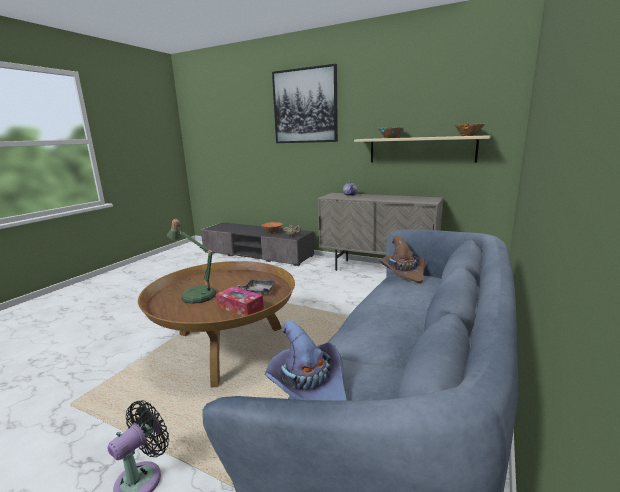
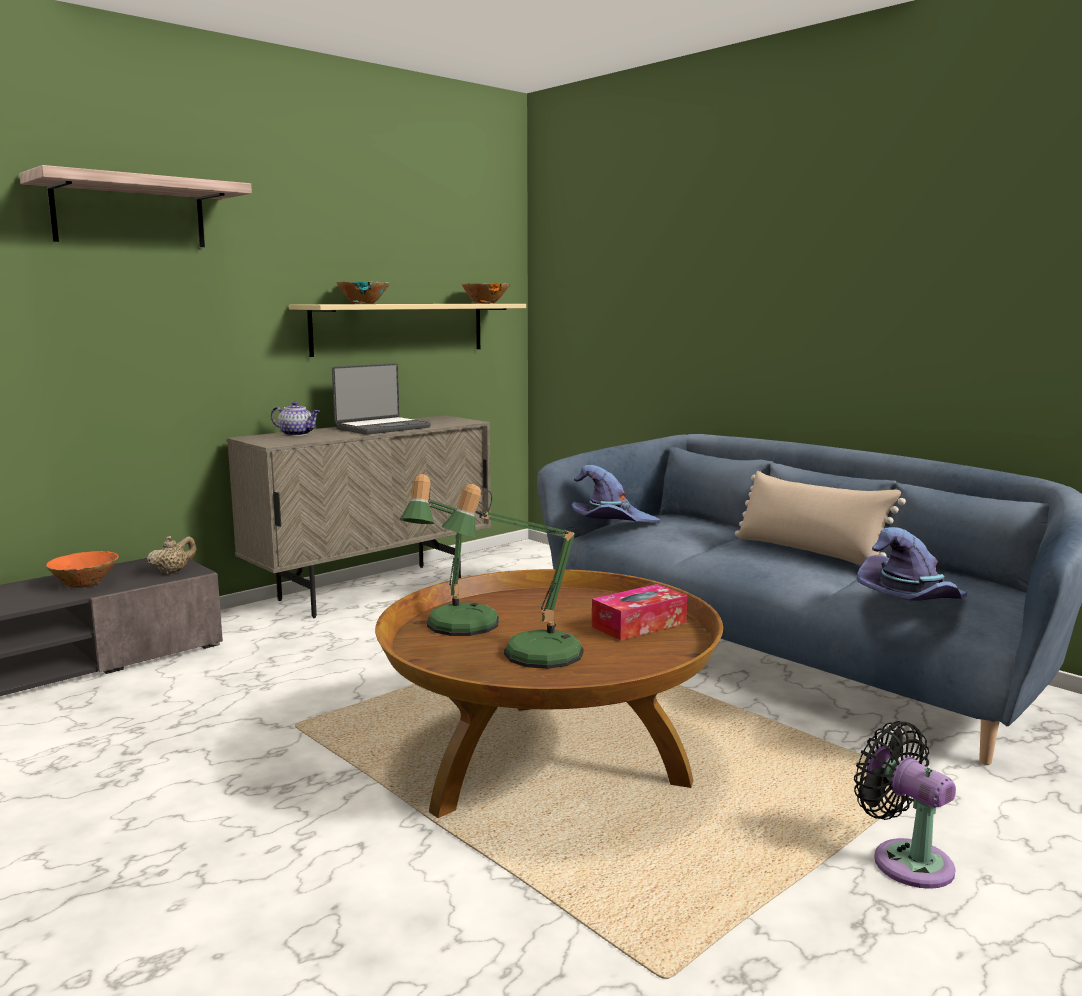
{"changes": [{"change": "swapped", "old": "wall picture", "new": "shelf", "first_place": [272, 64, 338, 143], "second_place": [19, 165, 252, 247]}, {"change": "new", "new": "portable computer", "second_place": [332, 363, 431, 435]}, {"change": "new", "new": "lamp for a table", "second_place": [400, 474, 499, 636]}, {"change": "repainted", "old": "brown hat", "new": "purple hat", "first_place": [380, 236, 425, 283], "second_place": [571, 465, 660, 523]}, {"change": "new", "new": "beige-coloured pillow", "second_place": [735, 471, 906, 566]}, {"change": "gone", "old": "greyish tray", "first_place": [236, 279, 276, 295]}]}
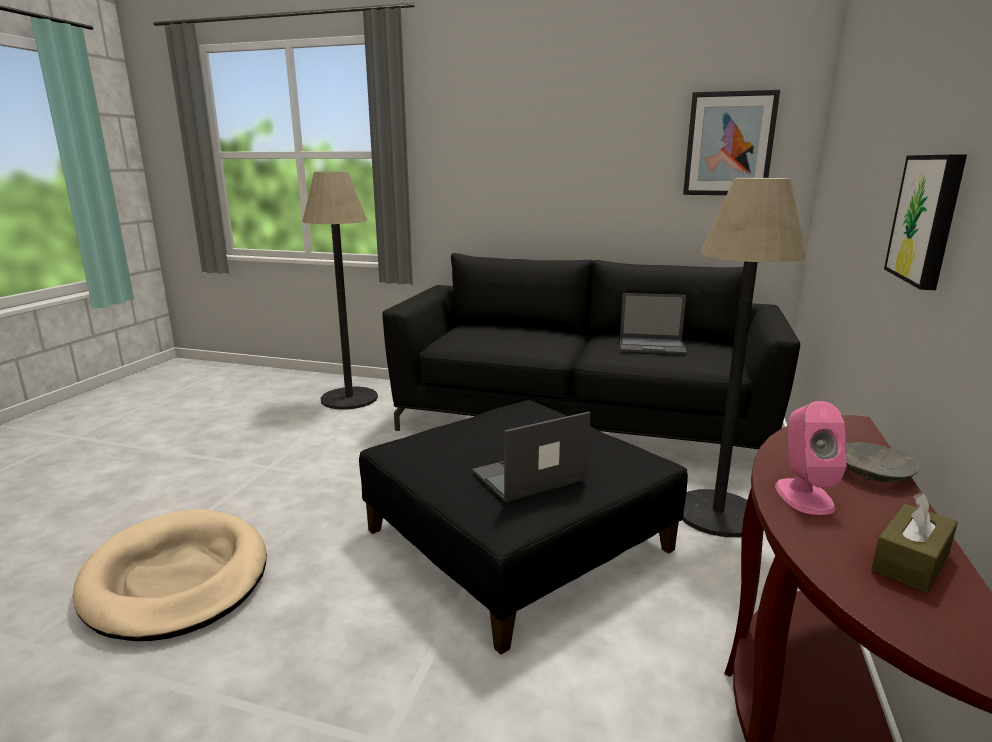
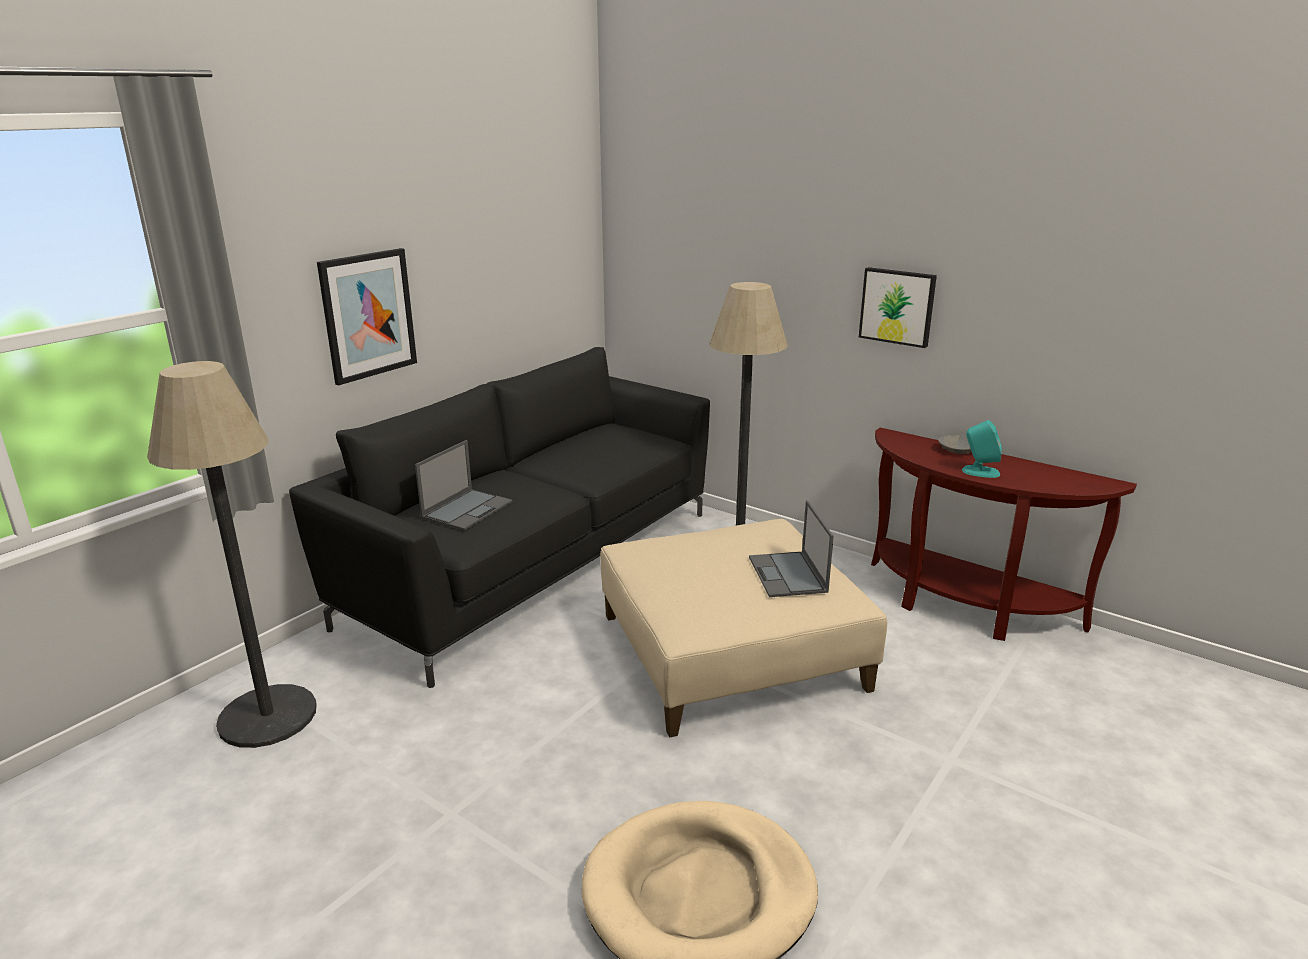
{"changes": [{"change": "shifted", "old": "wall picture", "first_place": [683, 90, 780, 195], "second_place": [317, 248, 417, 385]}, {"change": "shifted", "old": "portable computer", "first_place": [620, 293, 687, 354], "second_place": [415, 440, 513, 531]}, {"change": "repainted", "old": "black-coloured ottoman", "new": "beige-coloured ottoman", "first_place": [359, 400, 688, 655], "second_place": [600, 519, 887, 737]}, {"change": "repainted", "old": "pink-coloured audio speaker", "new": "turquoise-coloured audio speaker", "first_place": [775, 401, 847, 515], "second_place": [962, 420, 1002, 478]}, {"change": "gone", "old": "brown box of tissues", "first_place": [871, 492, 958, 593]}]}
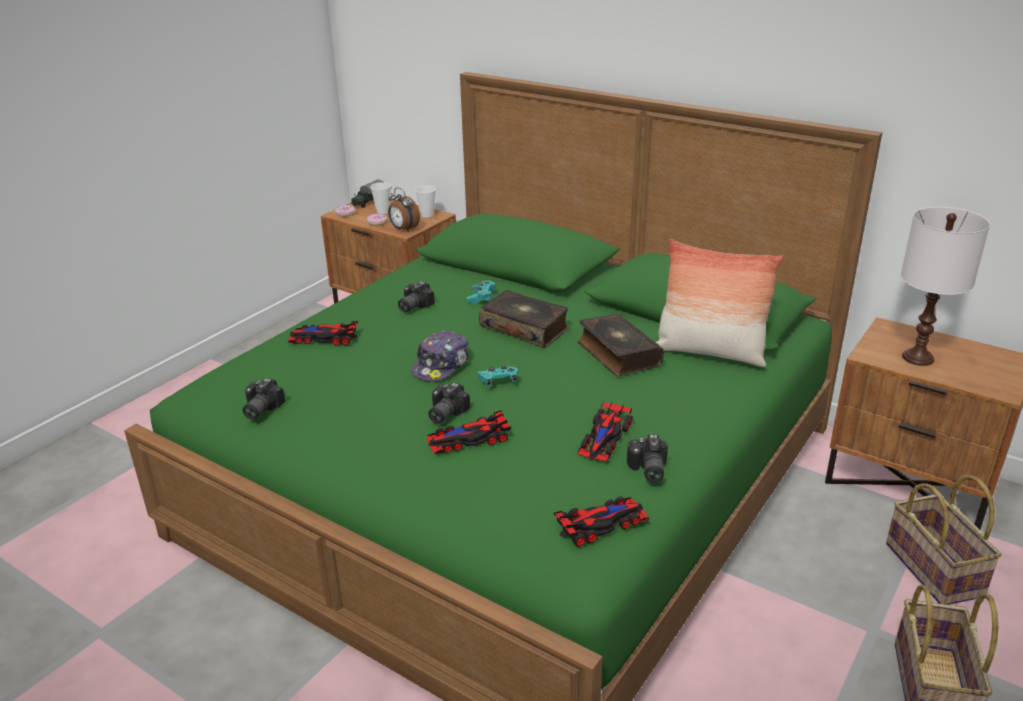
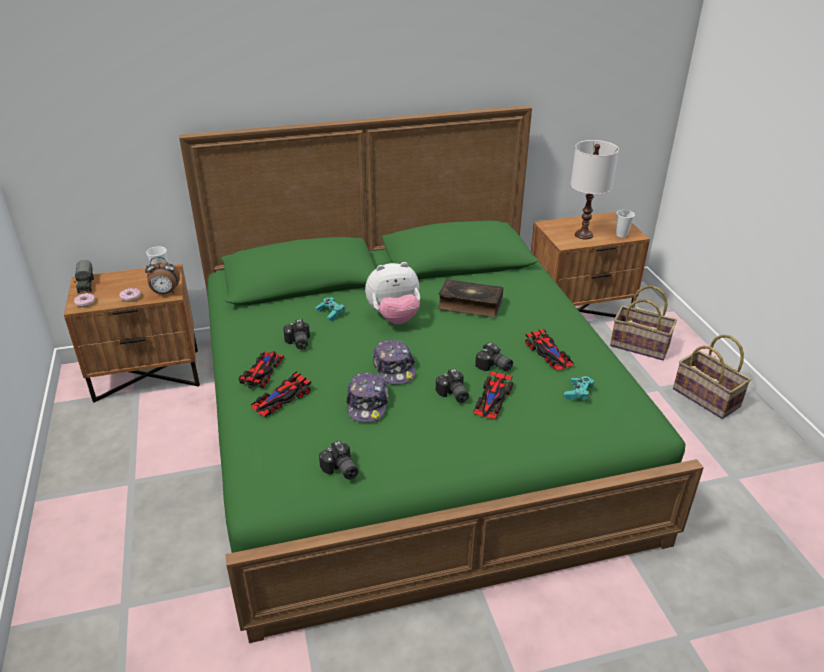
{"changes": [{"change": "shifted", "old": "miniature car", "first_place": [554, 496, 649, 547], "second_place": [239, 351, 284, 388]}, {"change": "new", "new": "peaked cap", "second_place": [346, 373, 389, 423]}, {"change": "swapped", "old": "book", "new": "soft toy", "first_place": [479, 290, 569, 348], "second_place": [365, 262, 420, 324]}, {"change": "shifted", "old": "still camera", "first_place": [627, 434, 668, 483], "second_place": [475, 342, 513, 371]}, {"change": "shifted", "old": "turquoise-coloured joypad", "first_place": [477, 365, 518, 388], "second_place": [564, 376, 595, 401]}, {"change": "shifted", "old": "cup", "first_place": [370, 182, 391, 214], "second_place": [616, 210, 635, 238]}, {"change": "gone", "old": "pillow", "first_place": [656, 239, 784, 367]}]}
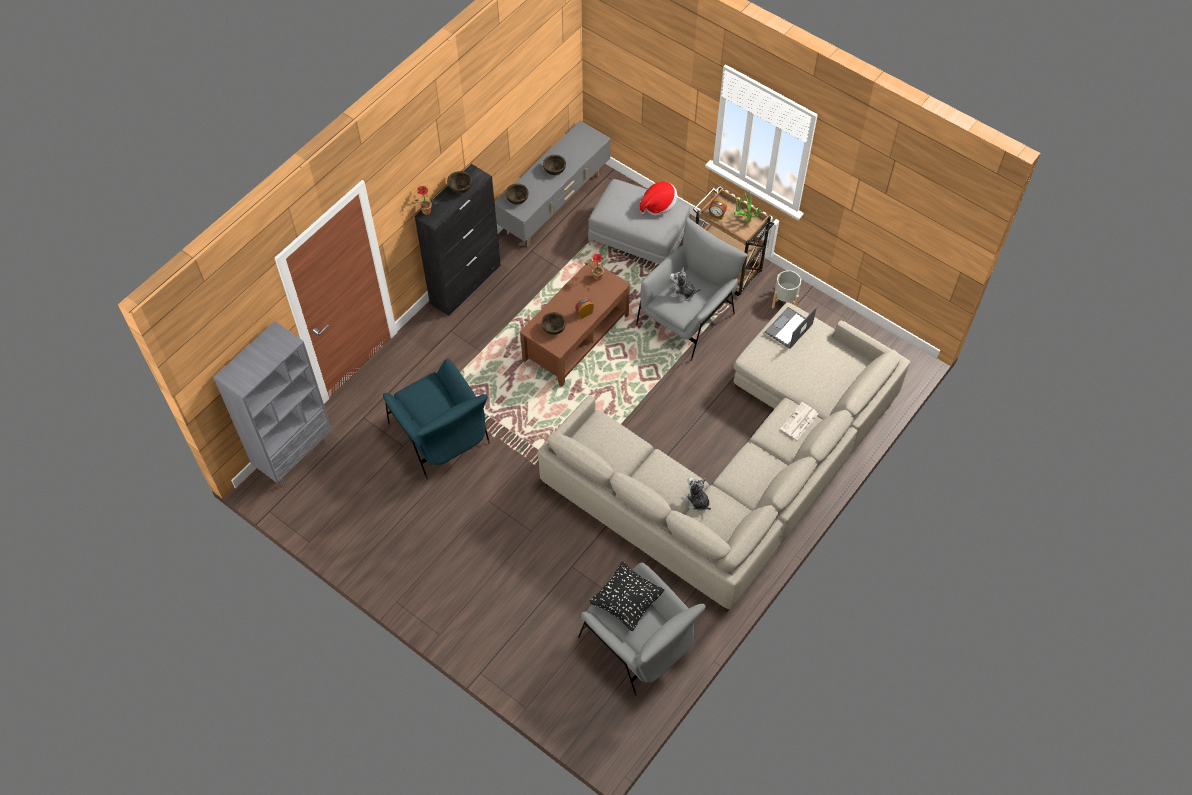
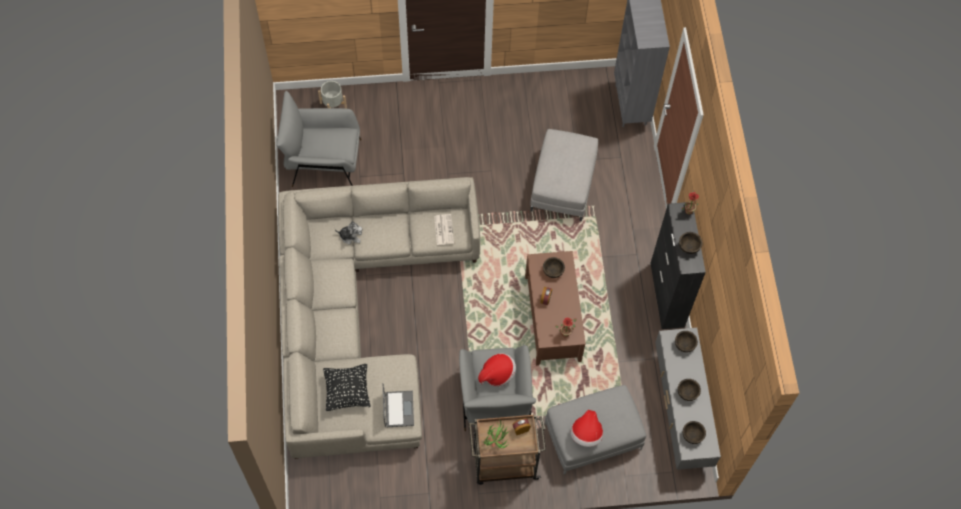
{"changes": [{"change": "shifted", "old": "greyish flower pot", "first_place": [772, 270, 801, 308], "second_place": [318, 81, 347, 109]}, {"change": "shifted", "old": "black-coloured pillow", "first_place": [589, 561, 664, 631], "second_place": [323, 364, 370, 411]}, {"change": "shifted", "old": "newspaper", "first_place": [780, 402, 818, 440], "second_place": [434, 214, 454, 245]}, {"change": "swapped", "old": "soft toy", "new": "hat", "first_place": [670, 267, 701, 301], "second_place": [478, 353, 516, 387]}, {"change": "swapped", "old": "blue-coloured lounge chair", "new": "greyish ottoman", "first_place": [383, 359, 490, 479], "second_place": [530, 129, 598, 221]}, {"change": "new", "new": "brown deep dish", "second_place": [683, 421, 706, 444]}]}
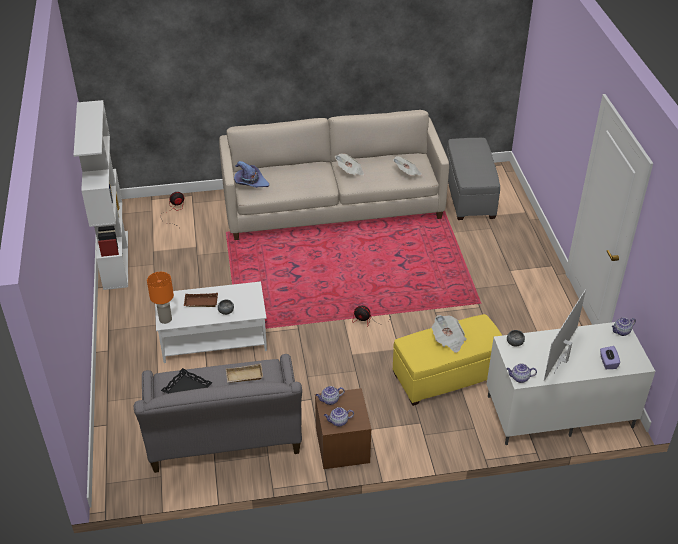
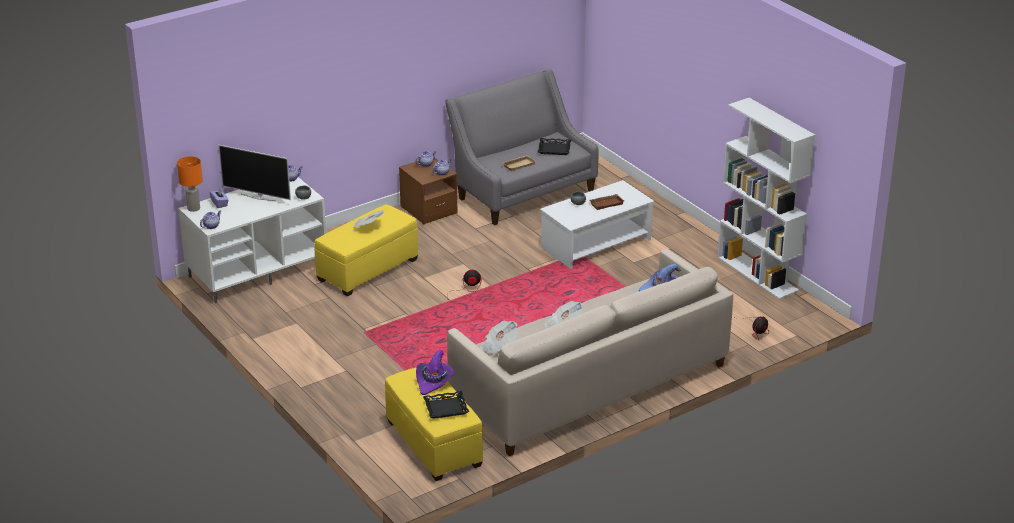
{"changes": [{"change": "shifted", "old": "orange lamp for a table", "first_place": [147, 272, 174, 324], "second_place": [177, 156, 203, 212]}, {"change": "rotated", "old": "TV set", "first_place": [544, 289, 586, 381], "second_place": [219, 145, 291, 201], "degrees": 105}, {"change": "repainted", "old": "greyish ottoman", "new": "yellowish ottoman", "first_place": [447, 138, 500, 220], "second_place": [385, 367, 483, 481]}, {"change": "new", "new": "purple hat", "second_place": [416, 349, 455, 395]}, {"change": "new", "new": "black-coloured tray", "second_place": [423, 391, 469, 419]}]}
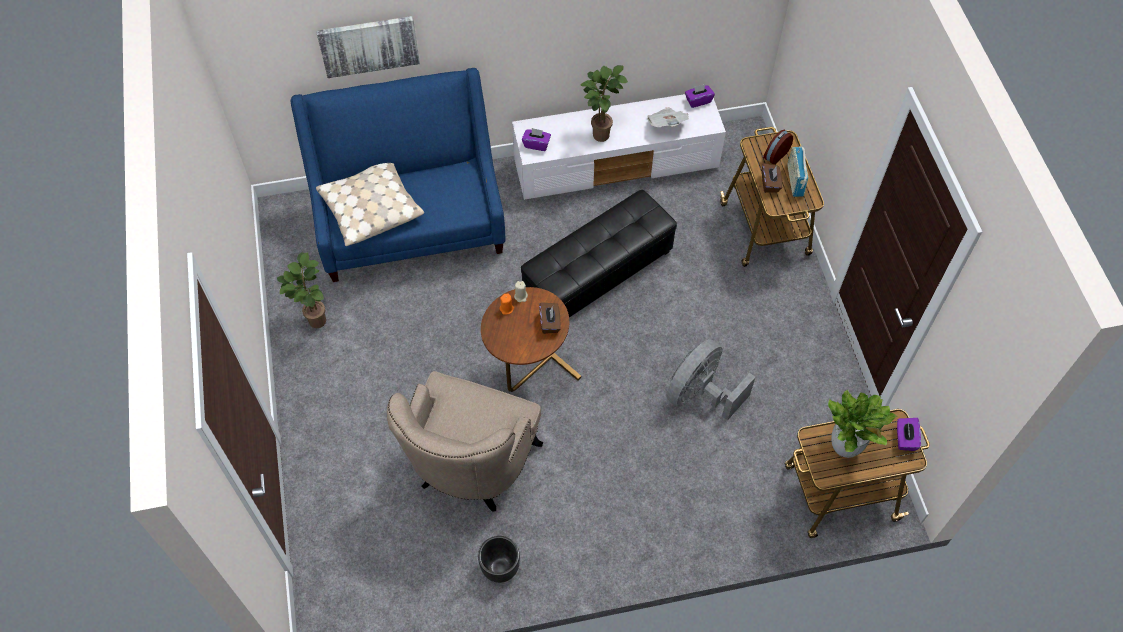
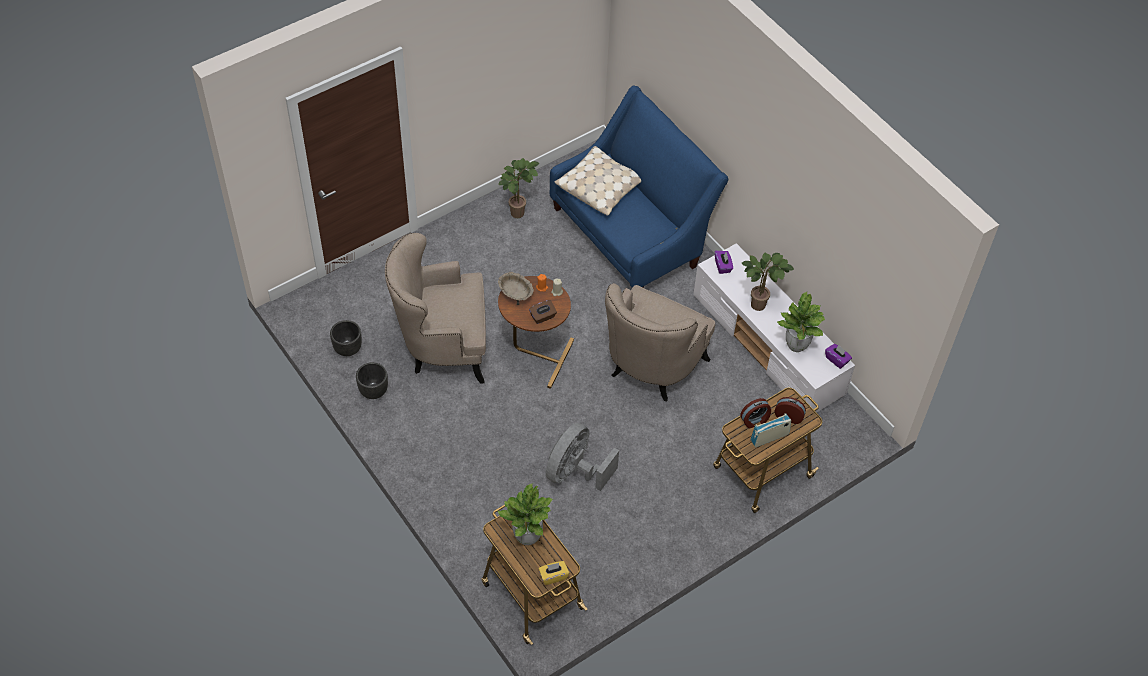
{"changes": [{"change": "new", "new": "black-coloured flower pot", "second_place": [330, 320, 362, 356]}, {"change": "new", "new": "beige-coloured deep dish", "second_place": [498, 272, 534, 305]}, {"change": "repainted", "old": "purple box of tissues", "new": "yellowish box of tissues", "first_place": [897, 418, 921, 451], "second_place": [539, 561, 569, 585]}, {"change": "rotated", "old": "greyish electric fan", "first_place": [666, 339, 755, 420], "second_place": [546, 423, 619, 491], "degrees": -75}, {"change": "swapped", "old": "black-coloured ottoman", "new": "beige-coloured lounge chair", "first_place": [521, 190, 677, 317], "second_place": [605, 283, 715, 401]}, {"change": "swapped", "old": "brown box of tissues", "new": "table clock", "first_place": [762, 164, 782, 193], "second_place": [740, 398, 771, 428]}, {"change": "swapped", "old": "newspaper", "new": "plant in a pot", "first_place": [647, 107, 689, 127], "second_place": [777, 291, 825, 352]}, {"change": "gone", "old": "wall picture", "first_place": [316, 16, 420, 78]}]}
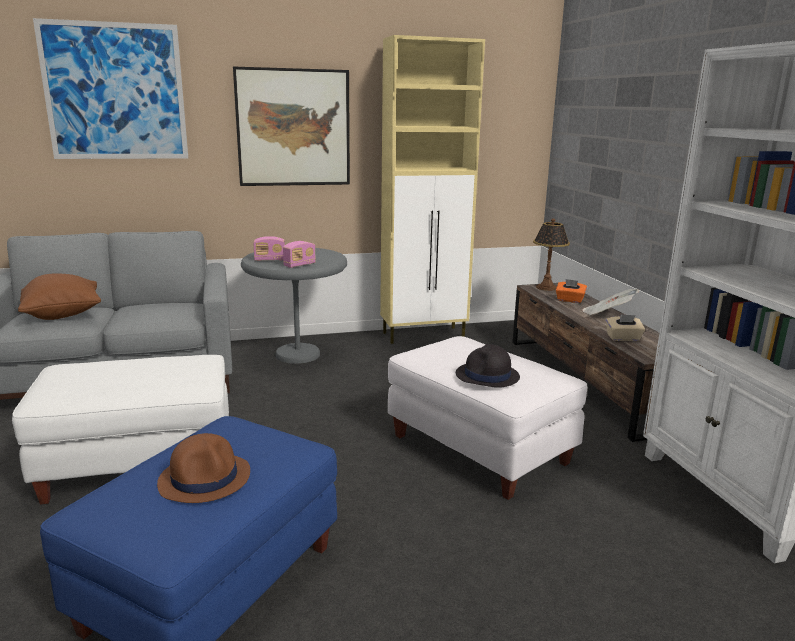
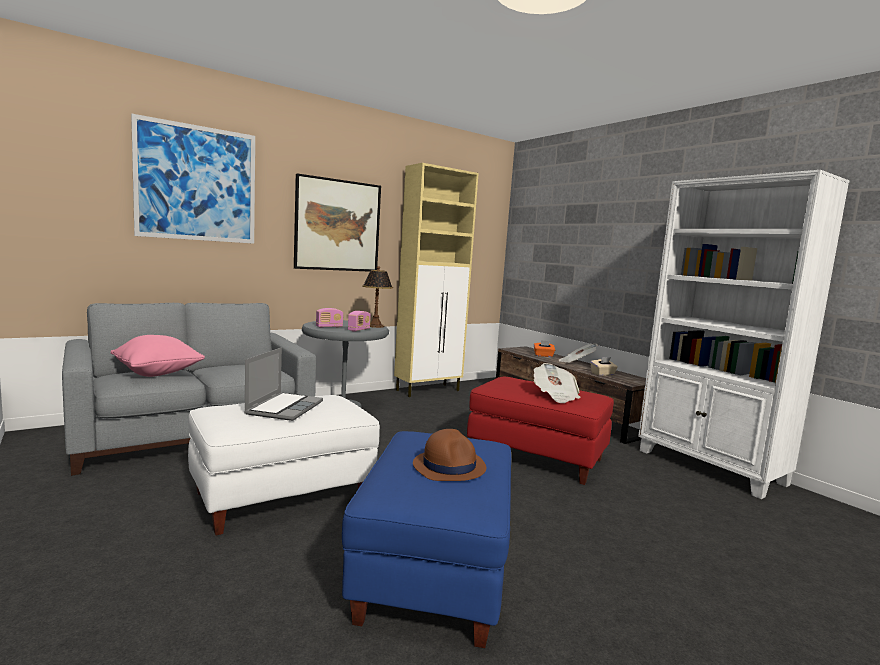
{"changes": [{"change": "repainted", "old": "brown pillow", "new": "pink-coloured pillow", "first_place": [18, 274, 101, 320], "second_place": [110, 335, 205, 377]}, {"change": "new", "new": "portable computer", "second_place": [244, 348, 323, 421]}, {"change": "shifted", "old": "lamp for a table", "first_place": [533, 218, 570, 291], "second_place": [362, 266, 393, 328]}, {"change": "repainted", "old": "white-coloured ottoman", "new": "reddish ottoman", "first_place": [388, 336, 587, 500], "second_place": [467, 377, 614, 485]}, {"change": "swapped", "old": "black-coloured hat", "new": "newspaper", "first_place": [456, 344, 520, 388], "second_place": [534, 363, 580, 403]}]}
